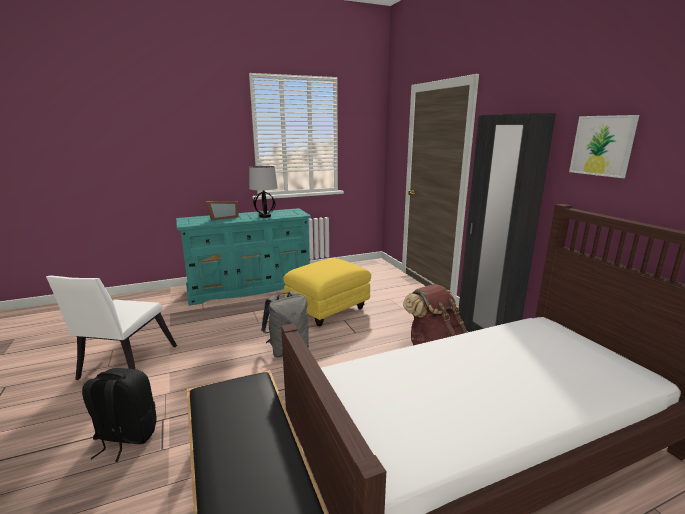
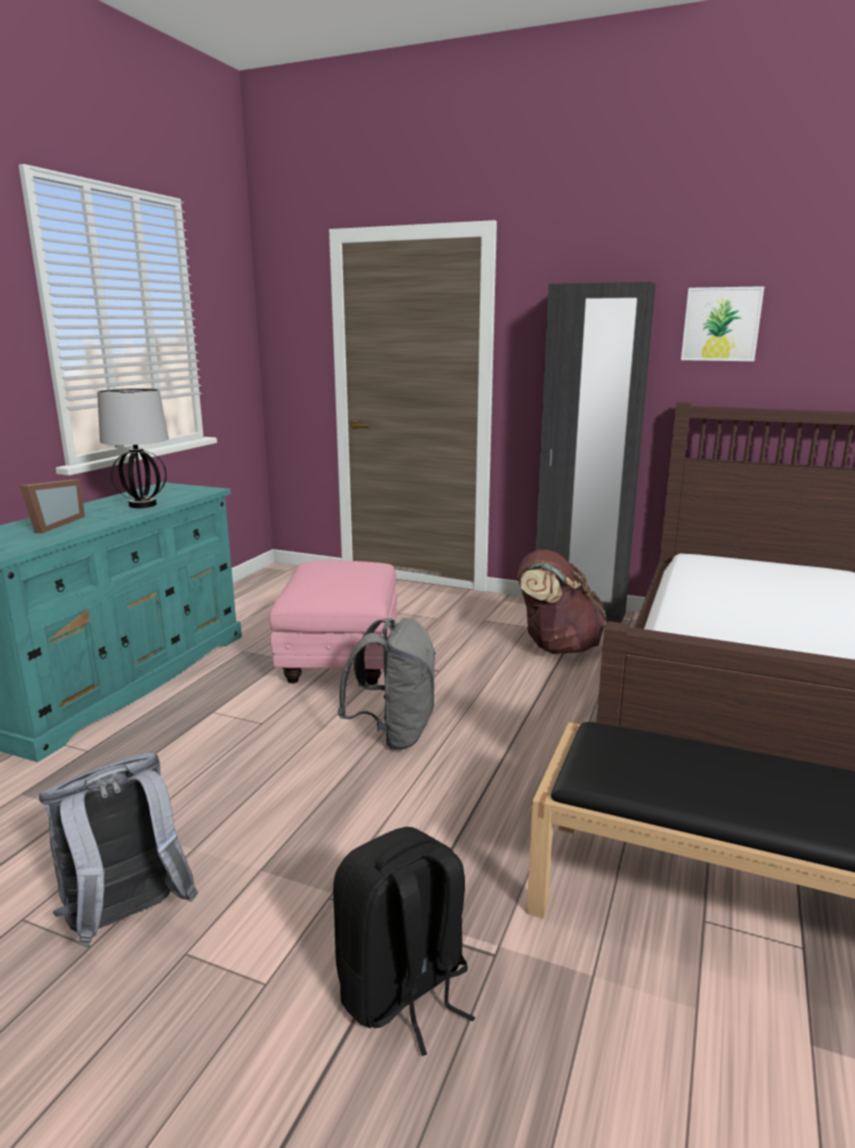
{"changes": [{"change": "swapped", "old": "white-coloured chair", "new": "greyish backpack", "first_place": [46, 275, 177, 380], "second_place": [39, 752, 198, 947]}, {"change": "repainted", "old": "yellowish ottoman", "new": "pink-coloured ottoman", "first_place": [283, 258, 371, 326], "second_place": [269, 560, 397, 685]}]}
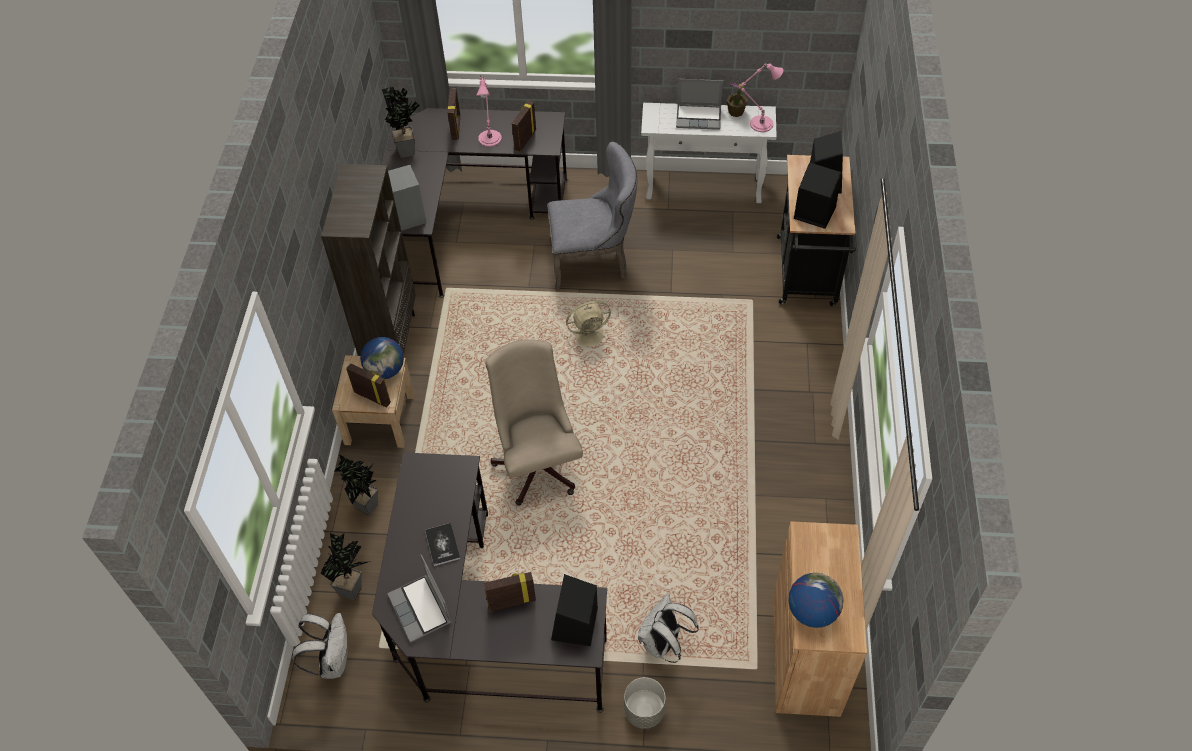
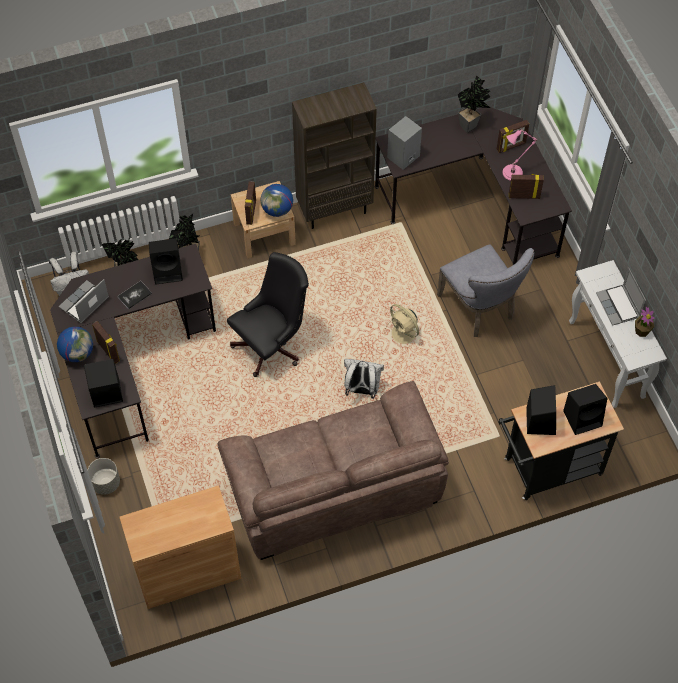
{"changes": [{"change": "shifted", "old": "globe", "first_place": [788, 573, 843, 628], "second_place": [57, 327, 93, 362]}, {"change": "new", "new": "black-coloured audio speaker", "second_place": [149, 238, 183, 284]}, {"change": "new", "new": "brown couch", "second_place": [218, 381, 449, 560]}, {"change": "repainted", "old": "beige-coloured office chair", "new": "black-coloured office chair", "first_place": [485, 340, 583, 505], "second_place": [227, 252, 309, 377]}, {"change": "shifted", "old": "white-coloured backpack", "first_place": [638, 593, 699, 663], "second_place": [344, 359, 384, 399]}, {"change": "gone", "old": "pink-coloured lamp for a table", "first_place": [739, 63, 783, 132]}]}
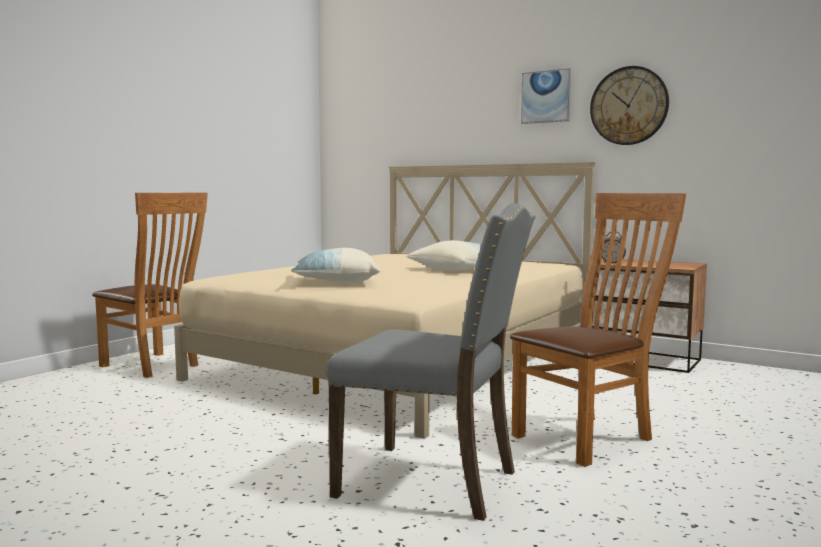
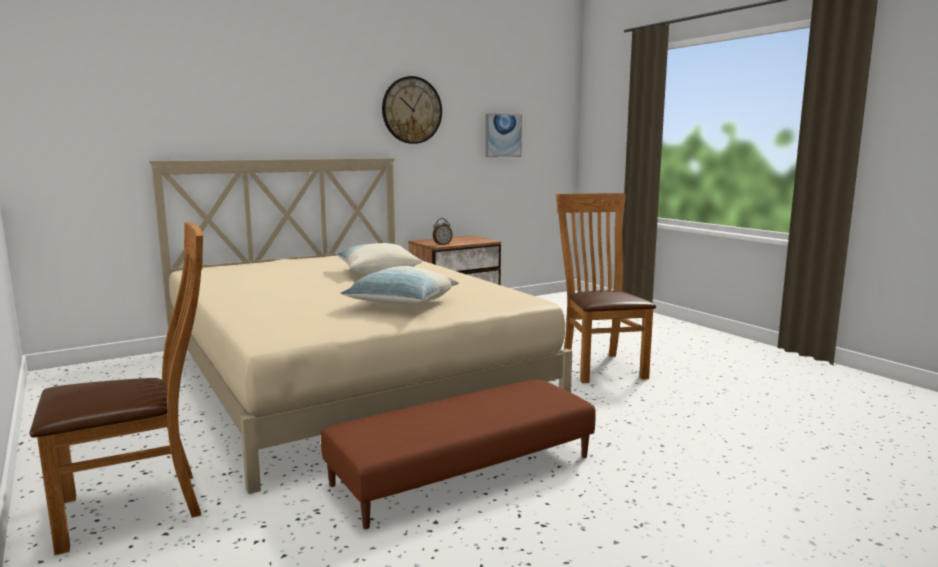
{"changes": [{"change": "new", "new": "brown ottoman", "second_place": [321, 379, 596, 529]}, {"change": "shifted", "old": "wall picture", "first_place": [521, 68, 571, 124], "second_place": [485, 114, 522, 157]}, {"change": "gone", "old": "greyish chair", "first_place": [326, 203, 536, 521]}]}
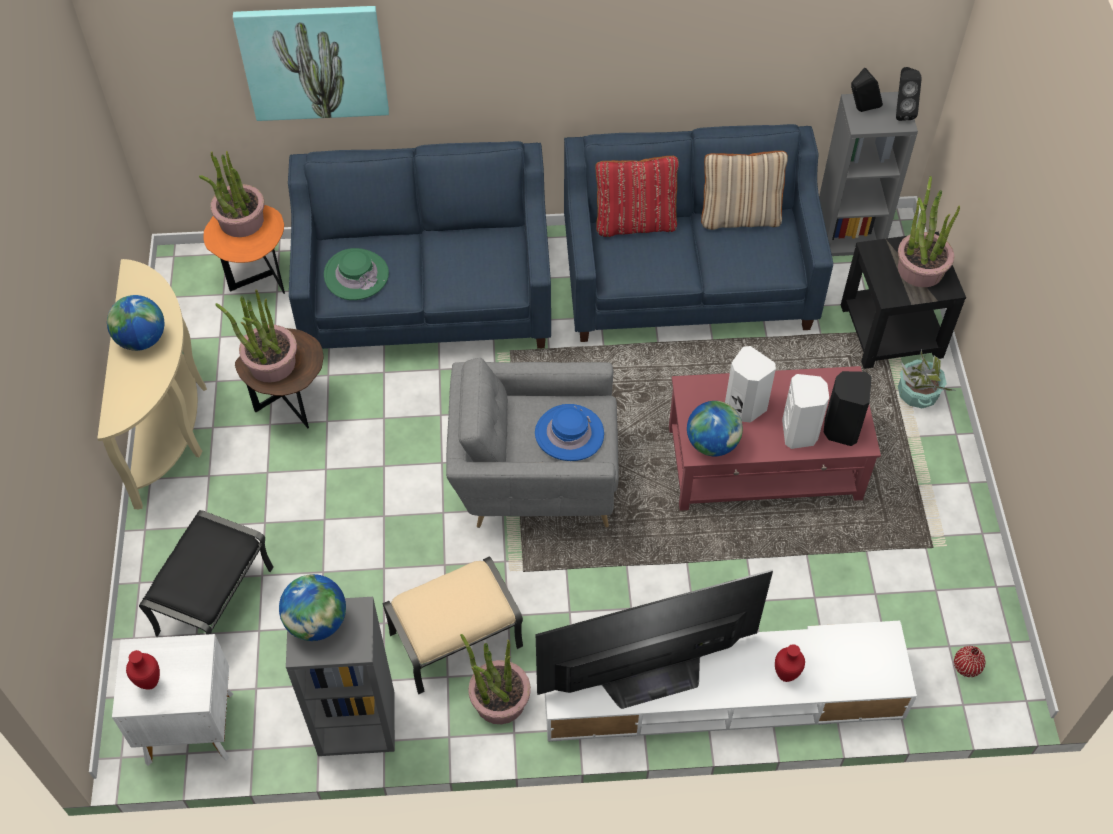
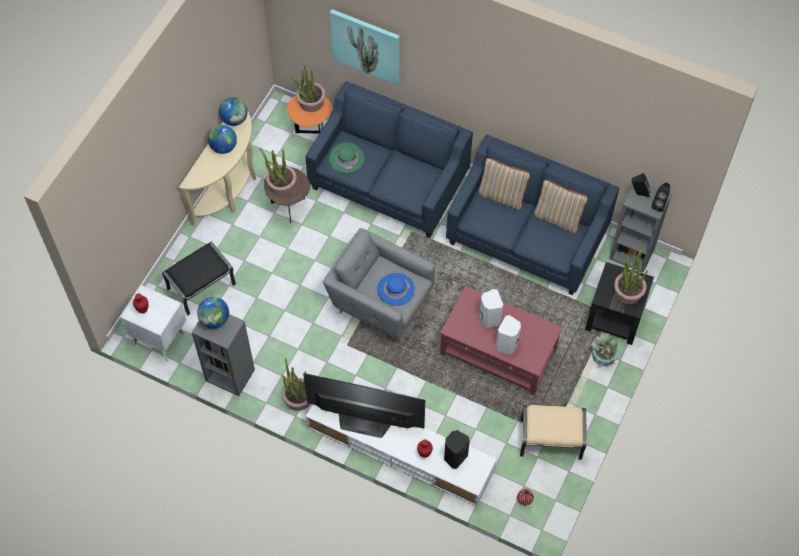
{"changes": [{"change": "shifted", "old": "globe", "first_place": [687, 401, 743, 456], "second_place": [219, 97, 248, 126]}, {"change": "shifted", "old": "black-coloured audio speaker", "first_place": [823, 371, 871, 446], "second_place": [444, 430, 470, 469]}, {"change": "repainted", "old": "reddish pillow", "new": "beige-coloured pillow", "first_place": [595, 156, 679, 237], "second_place": [478, 158, 530, 210]}, {"change": "shifted", "old": "beige-coloured ottoman", "first_place": [383, 556, 523, 694], "second_place": [520, 405, 587, 460]}]}
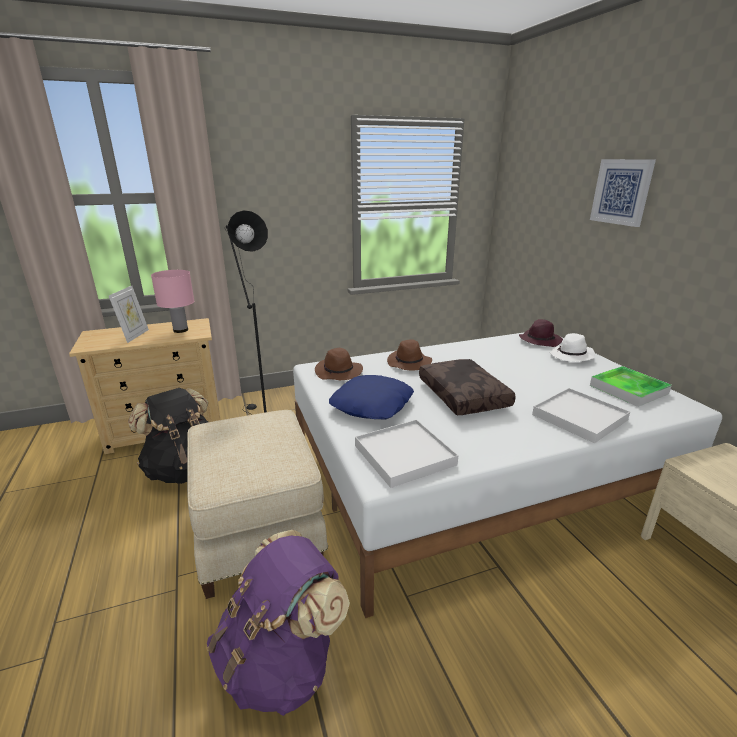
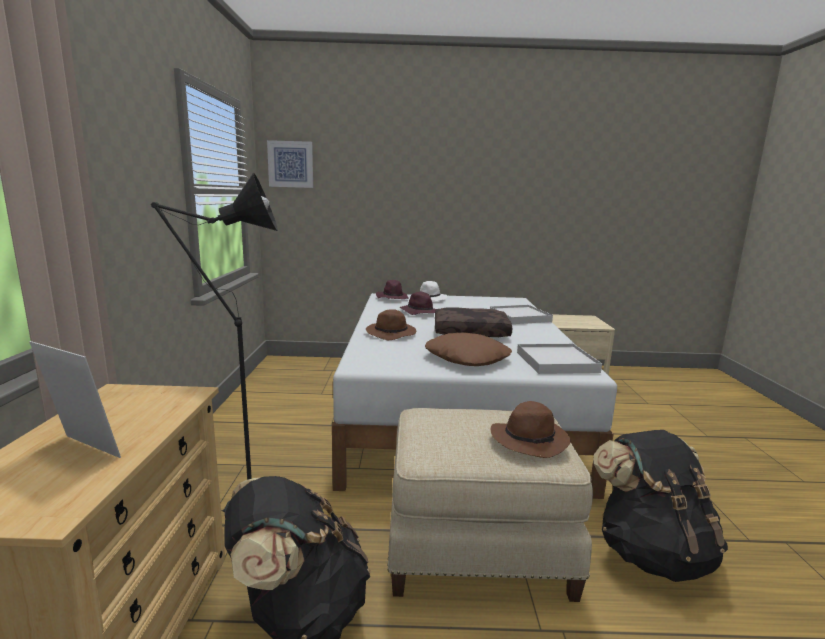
{"changes": [{"change": "shifted", "old": "wall picture", "first_place": [590, 159, 656, 227], "second_place": [267, 140, 313, 188]}, {"change": "new", "new": "purple hat", "second_place": [400, 292, 436, 315]}, {"change": "repainted", "old": "blue-coloured pillow", "new": "brown pillow", "first_place": [329, 375, 414, 419], "second_place": [425, 332, 512, 366]}, {"change": "shifted", "old": "brown hat", "first_place": [315, 348, 363, 380], "second_place": [491, 401, 571, 458]}, {"change": "repainted", "old": "purple backpack", "new": "black-coloured backpack", "first_place": [207, 530, 350, 716], "second_place": [593, 430, 728, 582]}, {"change": "gone", "old": "pink-coloured lamp for a table", "first_place": [151, 270, 195, 333]}, {"change": "gone", "old": "tray", "first_place": [590, 366, 672, 407]}]}
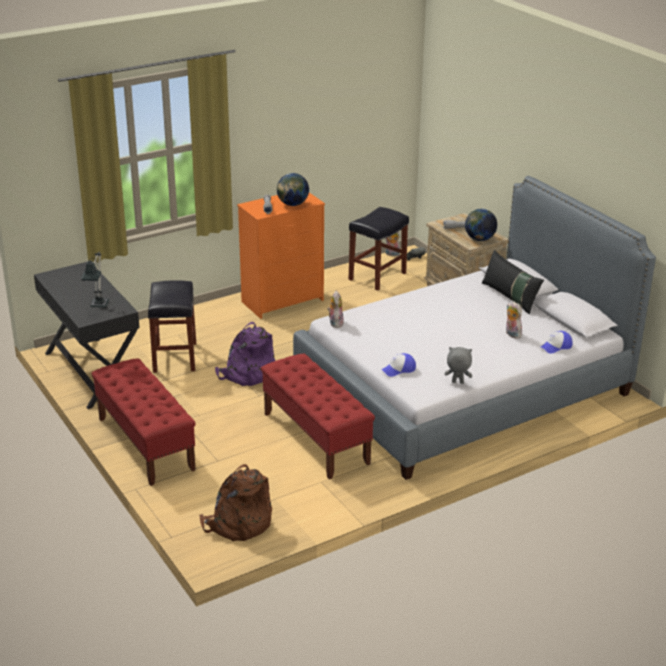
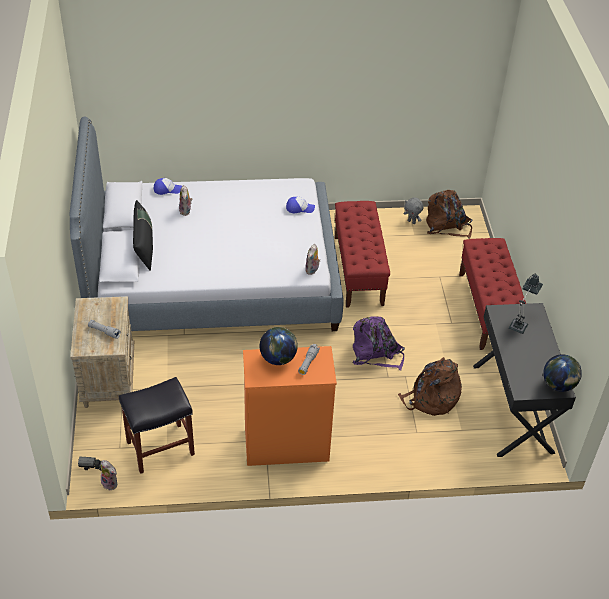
{"changes": [{"change": "swapped", "old": "black-coloured sitting stool", "new": "brown backpack", "first_place": [148, 280, 196, 373], "second_place": [398, 357, 462, 416]}, {"change": "shifted", "old": "greyish soft toy", "first_place": [445, 347, 472, 384], "second_place": [404, 198, 424, 224]}, {"change": "shifted", "old": "globe", "first_place": [465, 208, 497, 241], "second_place": [543, 354, 582, 392]}]}
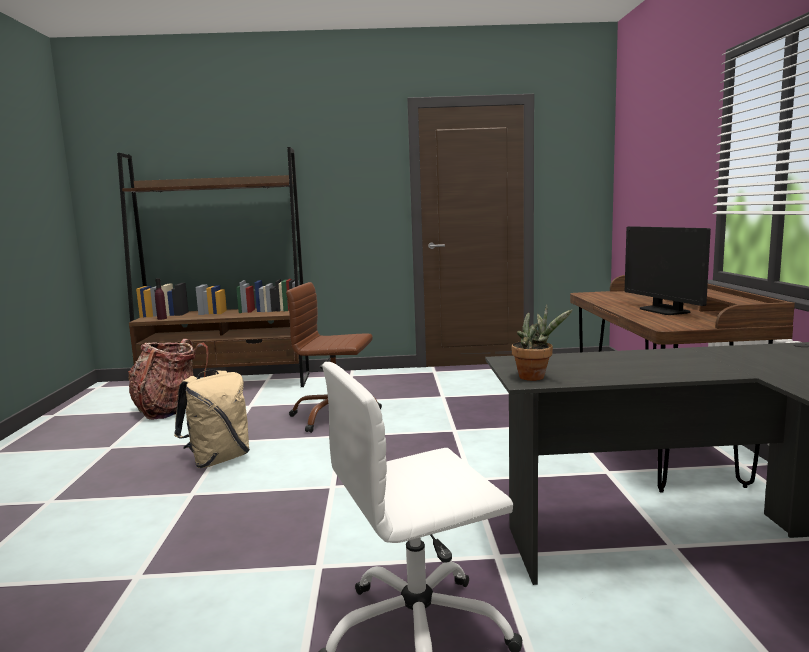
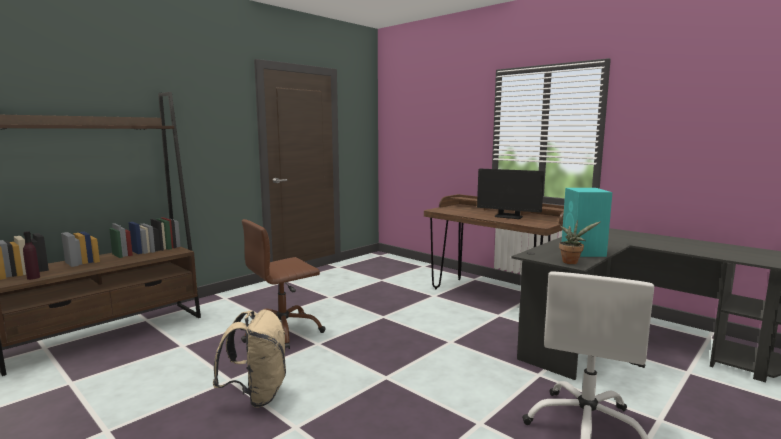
{"changes": [{"change": "new", "new": "turquoise-coloured audio speaker", "second_place": [562, 188, 613, 257]}, {"change": "gone", "old": "backpack", "first_place": [128, 339, 209, 420]}]}
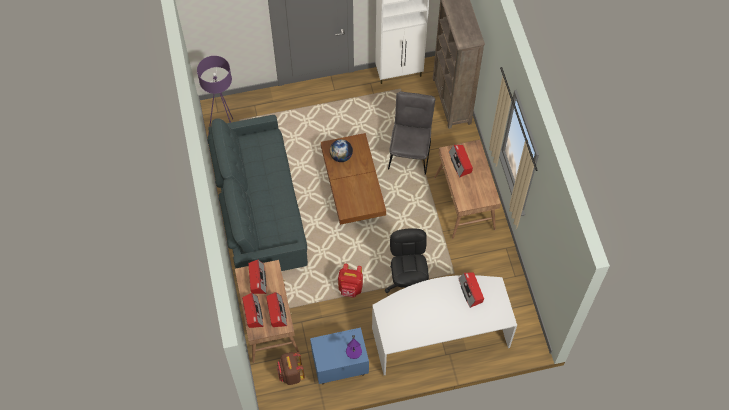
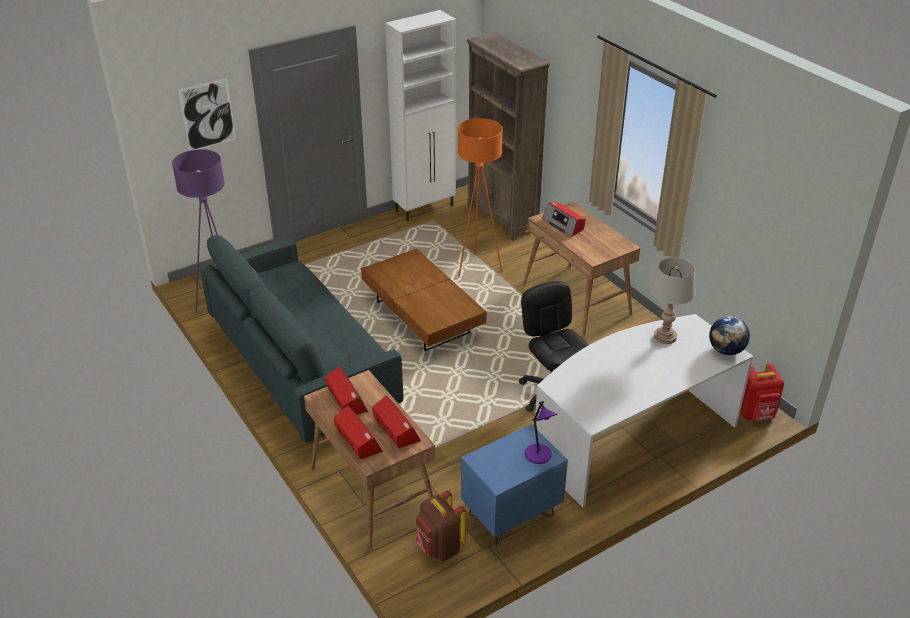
{"changes": [{"change": "new", "new": "wall picture", "second_place": [178, 78, 236, 151]}, {"change": "swapped", "old": "greyish chair", "new": "orange standing lamp", "first_place": [388, 91, 436, 175], "second_place": [457, 118, 503, 278]}, {"change": "swapped", "old": "radio", "new": "greyish lamp for a table", "first_place": [458, 272, 484, 308], "second_place": [650, 258, 696, 344]}, {"change": "shifted", "old": "globe", "first_place": [330, 139, 353, 162], "second_place": [709, 316, 750, 355]}, {"change": "shifted", "old": "reddish backpack", "first_place": [338, 263, 363, 298], "second_place": [740, 363, 784, 421]}]}
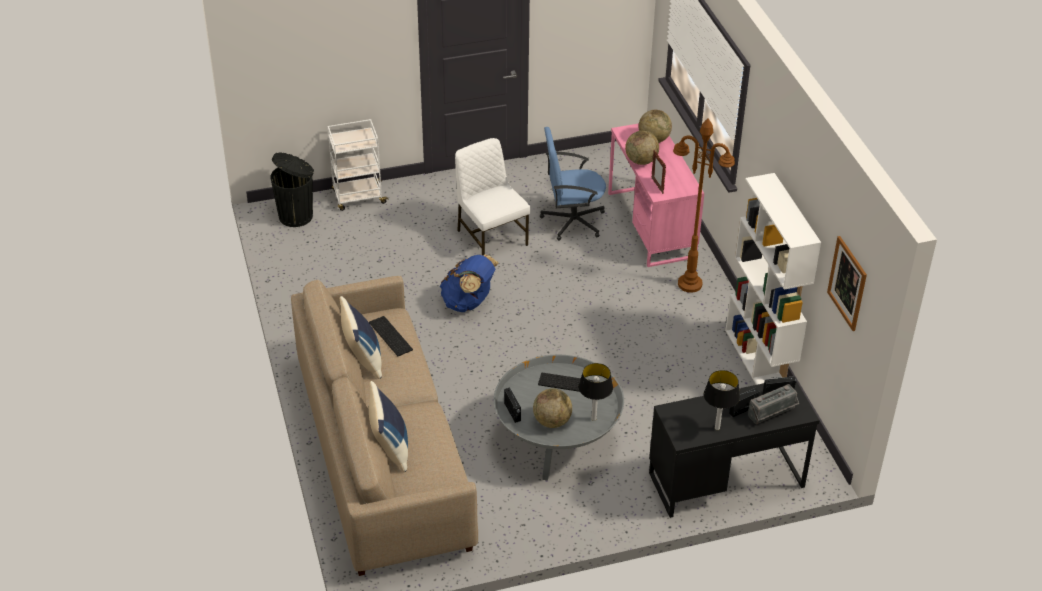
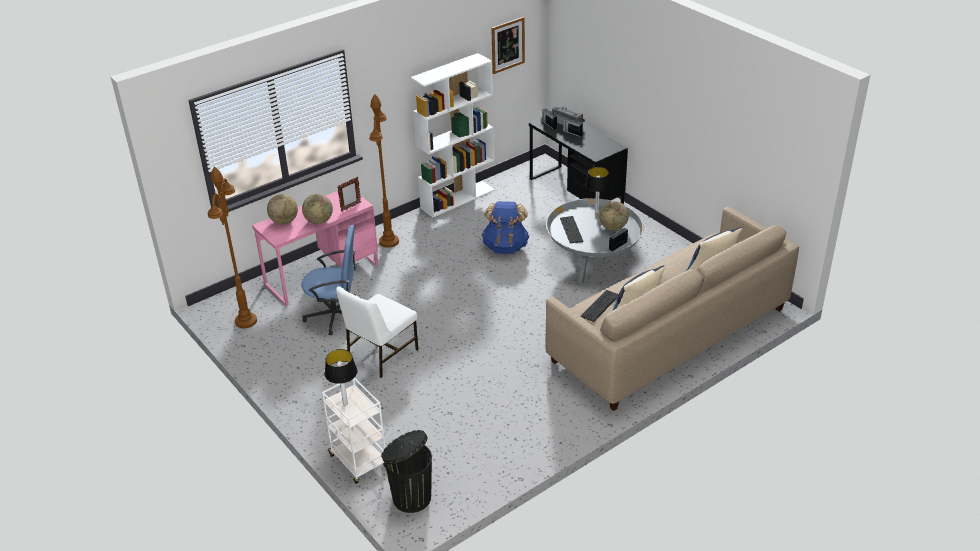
{"changes": [{"change": "new", "new": "brown standing lamp", "second_place": [208, 166, 257, 328]}, {"change": "rotated", "old": "blue-coloured office chair", "first_place": [539, 127, 606, 241], "second_place": [301, 225, 356, 335], "degrees": -60}, {"change": "shifted", "old": "lamp for a table", "first_place": [704, 370, 740, 430], "second_place": [325, 349, 357, 406]}, {"change": "shifted", "old": "blue-coloured backpack", "first_place": [440, 254, 498, 312], "second_place": [482, 201, 529, 254]}]}
